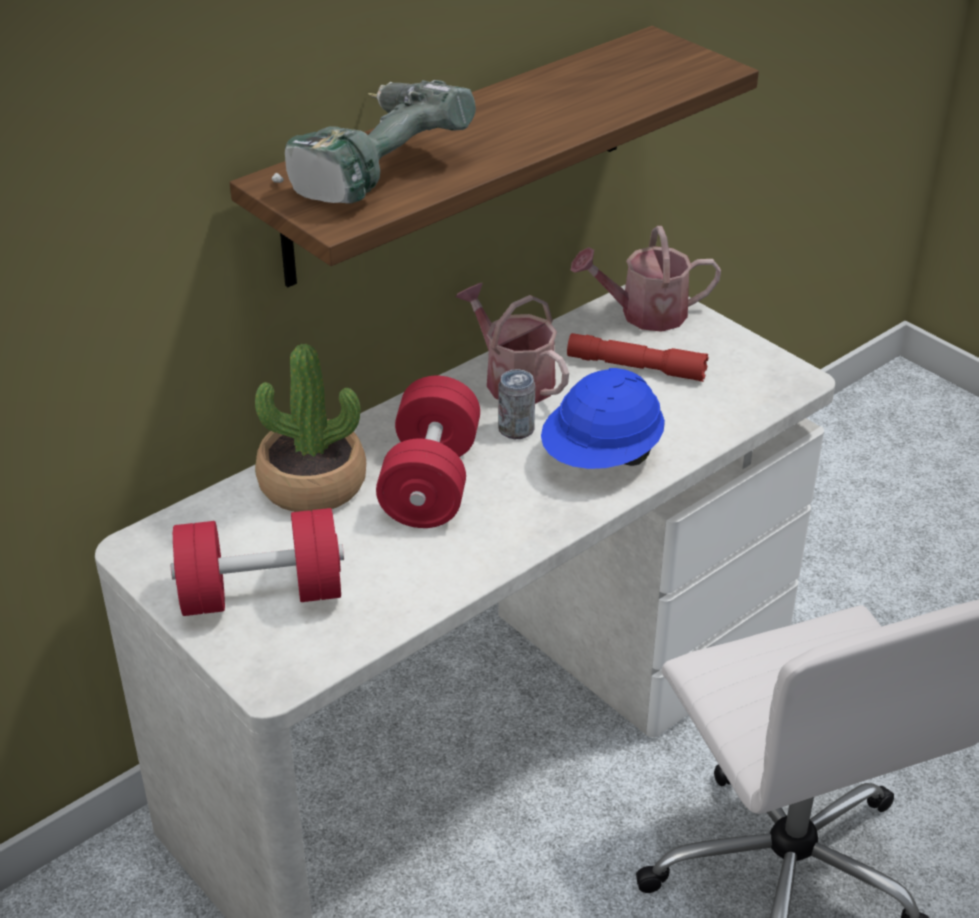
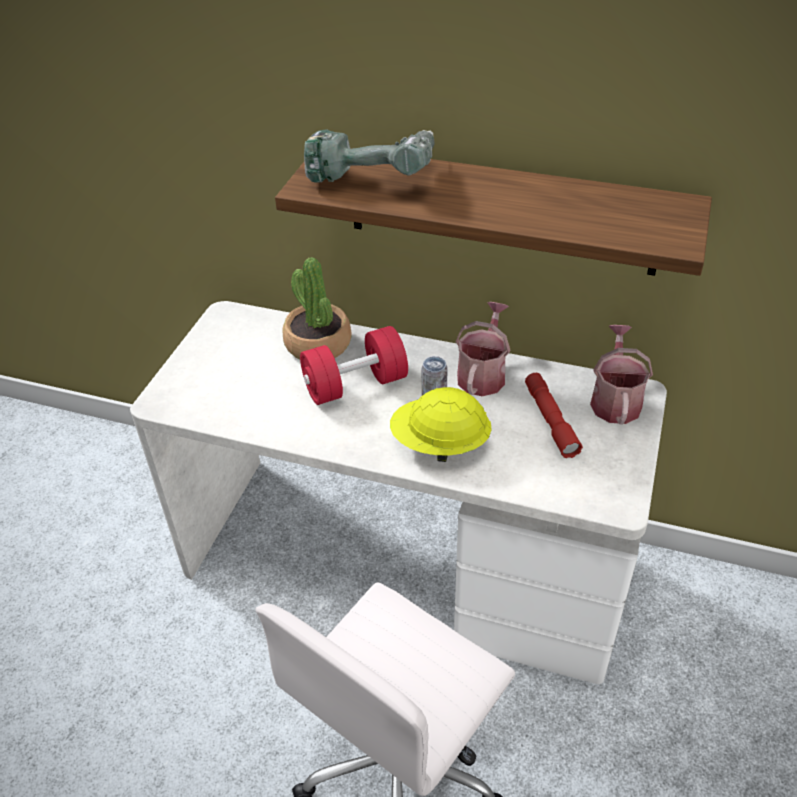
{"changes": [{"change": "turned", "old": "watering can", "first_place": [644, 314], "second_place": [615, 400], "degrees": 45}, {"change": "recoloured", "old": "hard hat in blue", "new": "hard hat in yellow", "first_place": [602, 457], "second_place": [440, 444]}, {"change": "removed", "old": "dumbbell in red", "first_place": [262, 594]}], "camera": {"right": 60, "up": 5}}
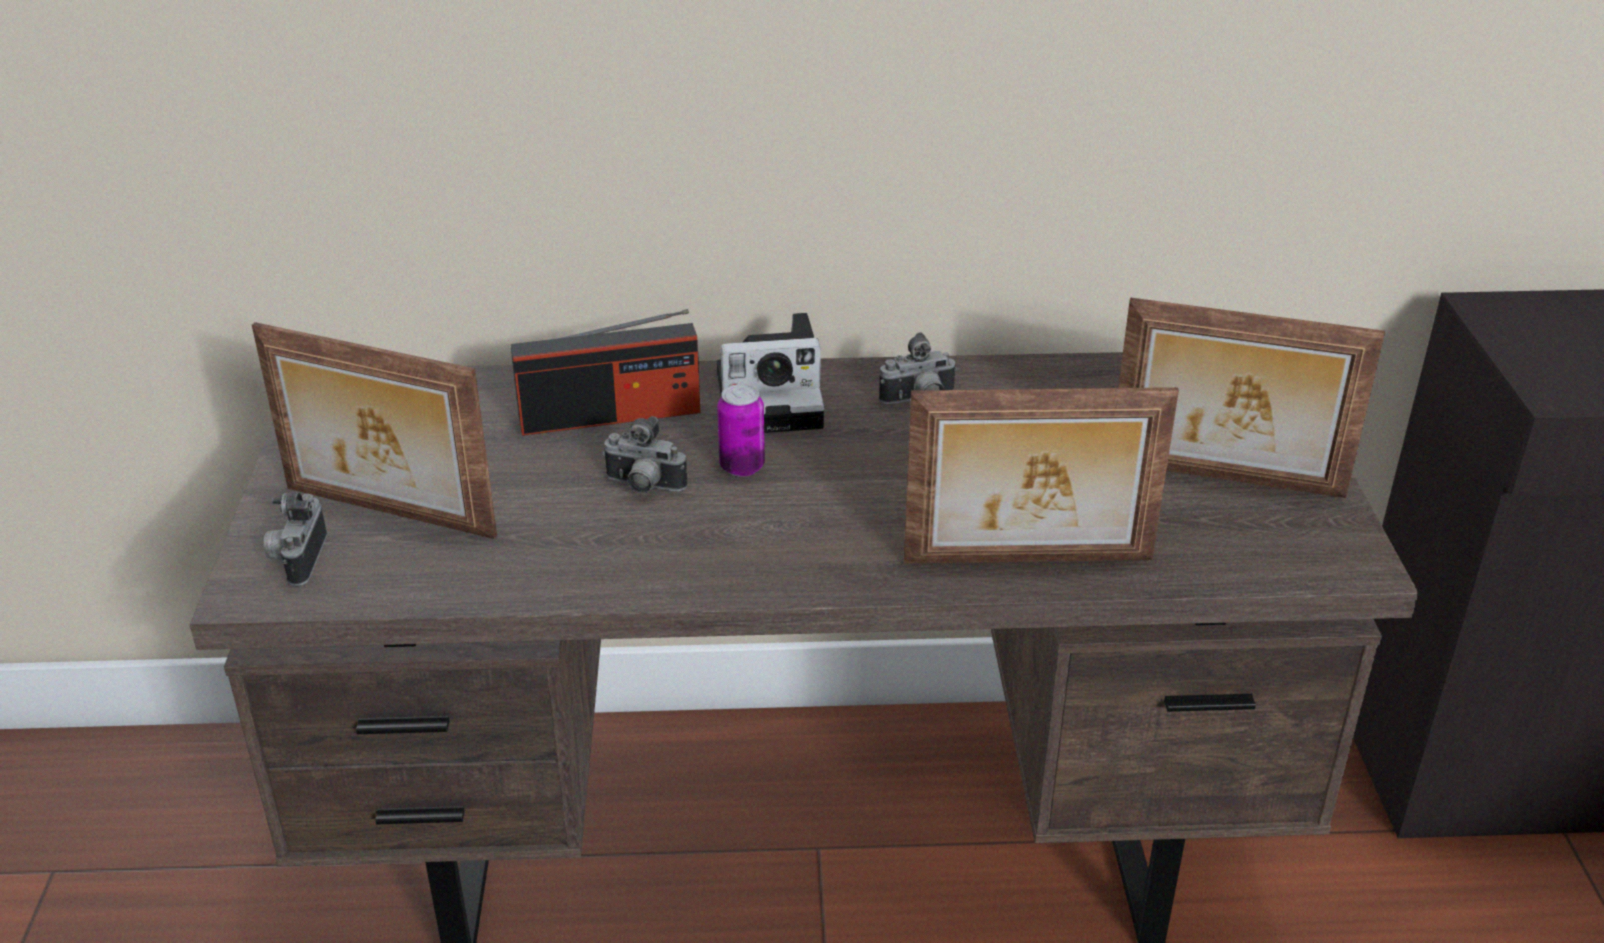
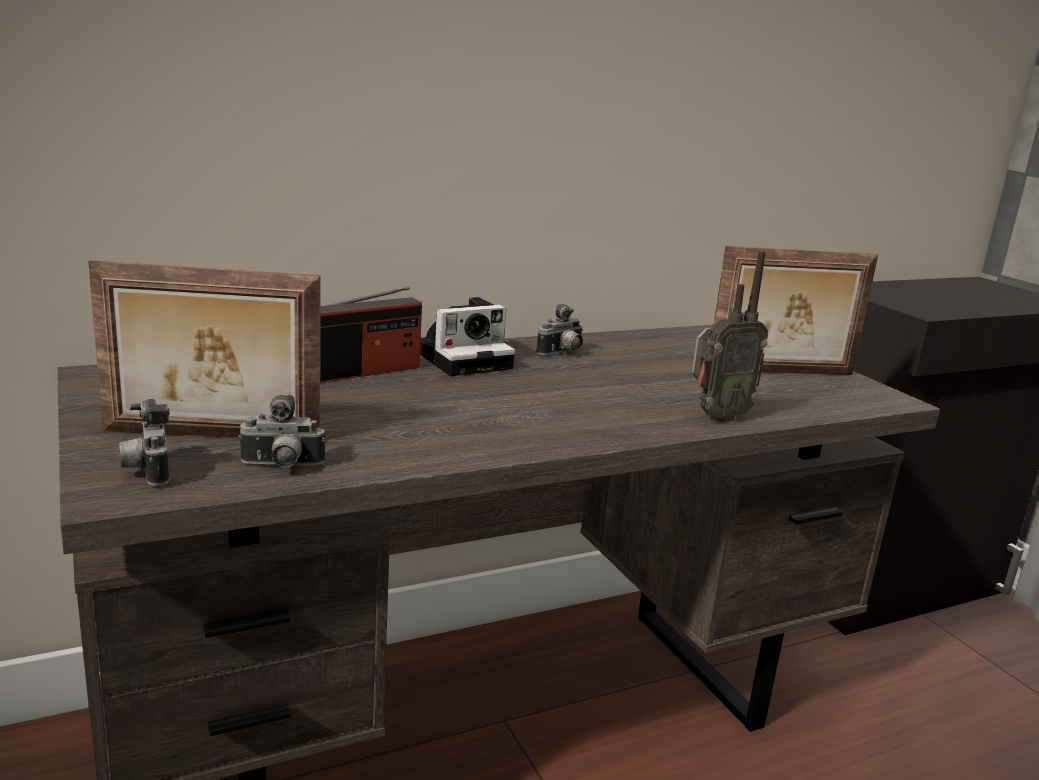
{"changes": [{"change": "removed", "old": "can", "first_place": [742, 467]}, {"change": "replaced", "old": "picture frame", "new": "radio", "first_place": [1028, 563], "second_place": [716, 417]}, {"change": "moved", "old": "photo camera", "first_place": [643, 487], "second_place": [281, 466]}], "camera": {"right": -25, "up": -15}}
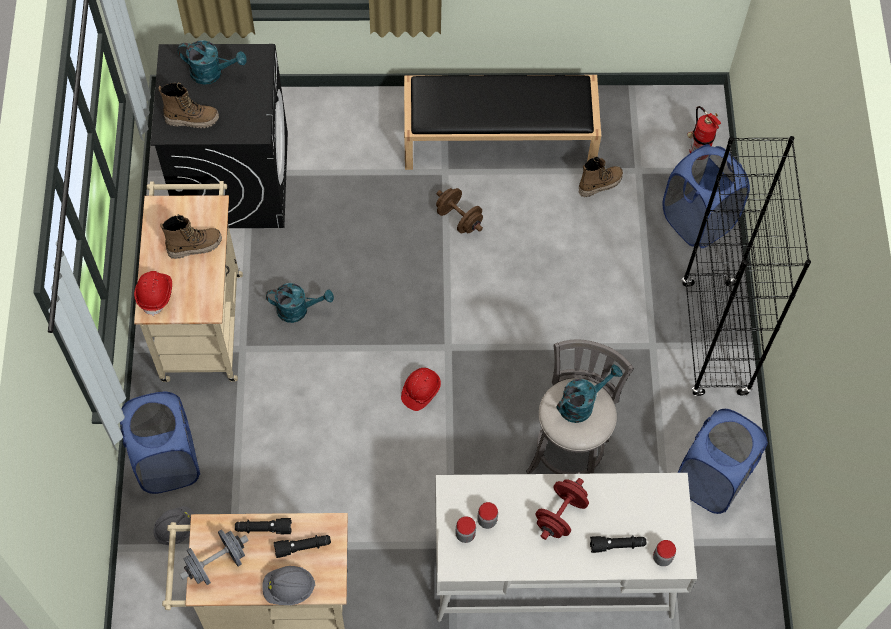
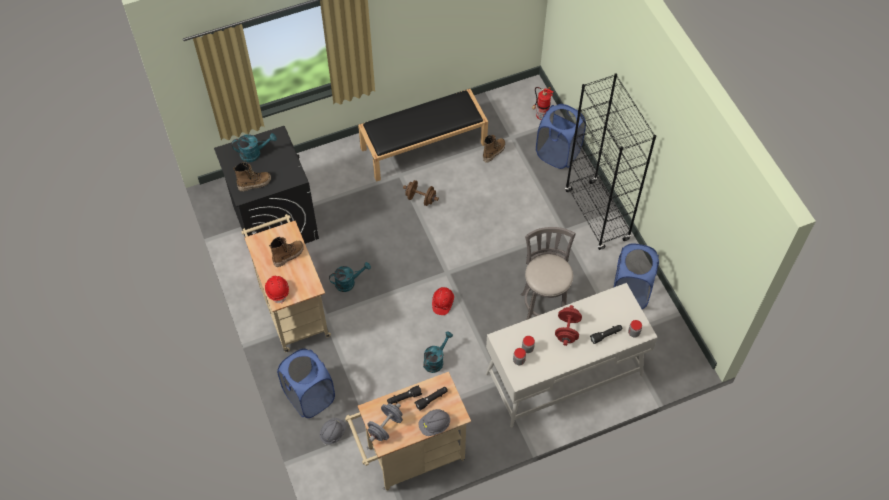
{"changes": [{"change": "moved", "old": "watering can in turquoise", "first_place": [582, 403], "second_place": [435, 360]}], "camera": {"right": -20, "up": -5}}
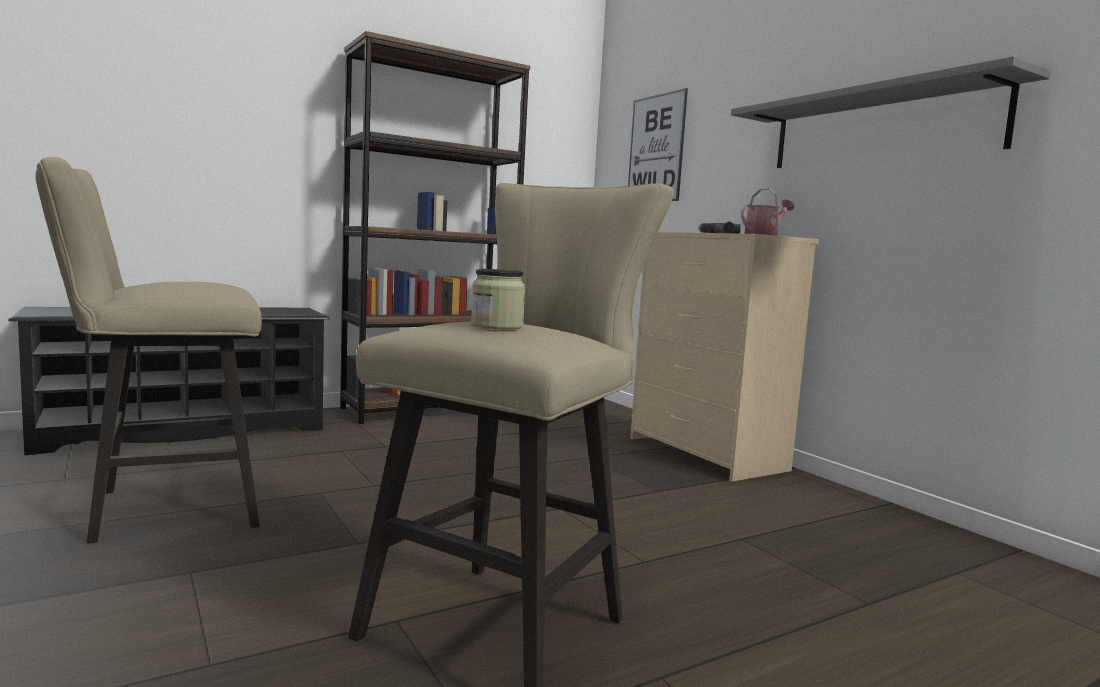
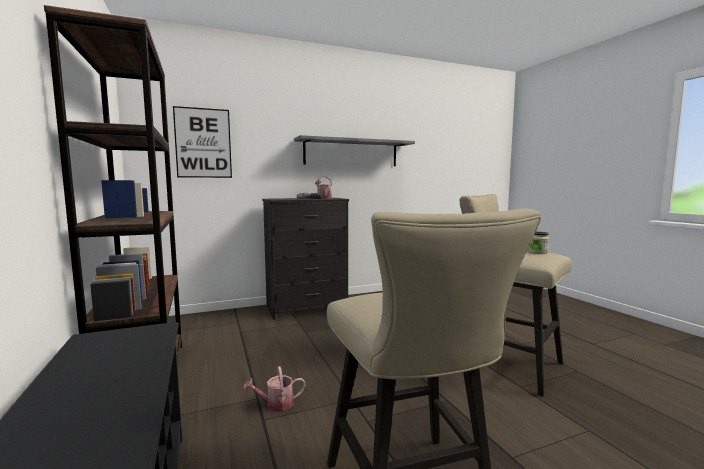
{"changes": [{"change": "recoloured", "old": "dresser in beige", "new": "dresser in black", "first_place": [706, 454], "second_place": [307, 308]}, {"change": "added", "new": "watering can", "second_place": [276, 404]}], "camera": {"right": -80, "up": 0}}
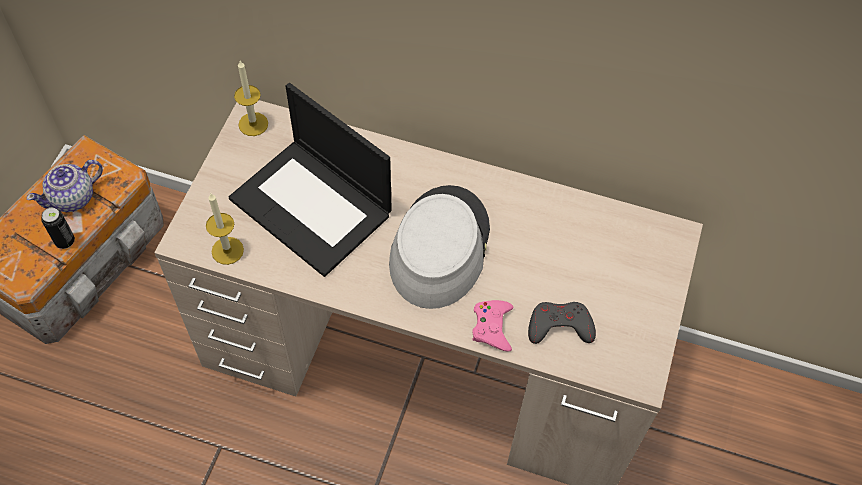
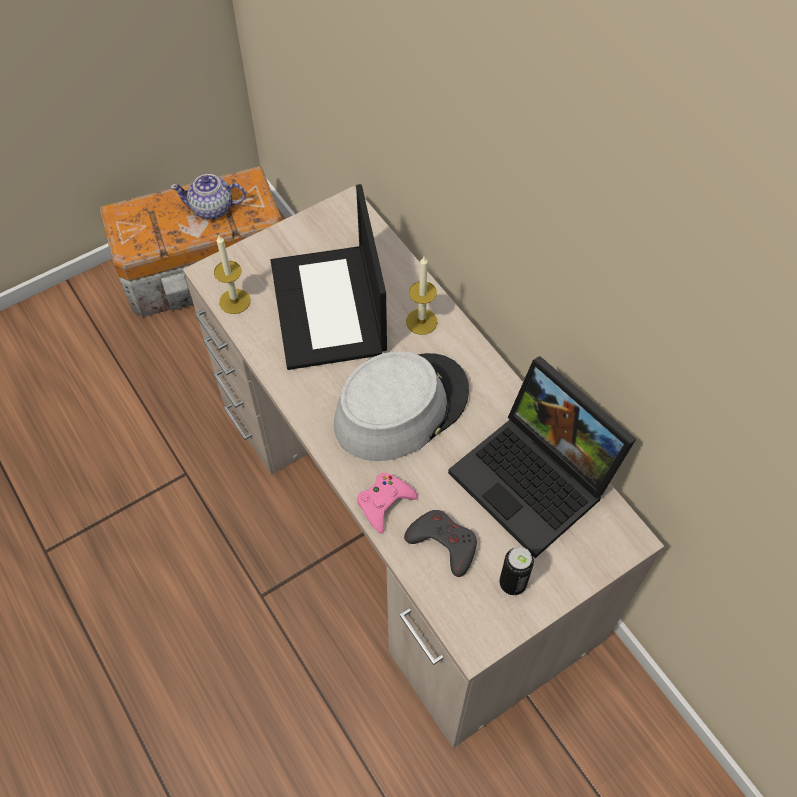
{"changes": [{"change": "moved", "old": "candle", "first_place": [253, 124], "second_place": [421, 321]}, {"change": "moved", "old": "can", "first_place": [65, 241], "second_place": [512, 583]}, {"change": "added", "new": "laptop", "second_place": [536, 480]}], "camera": {"right": 40, "up": 0}}
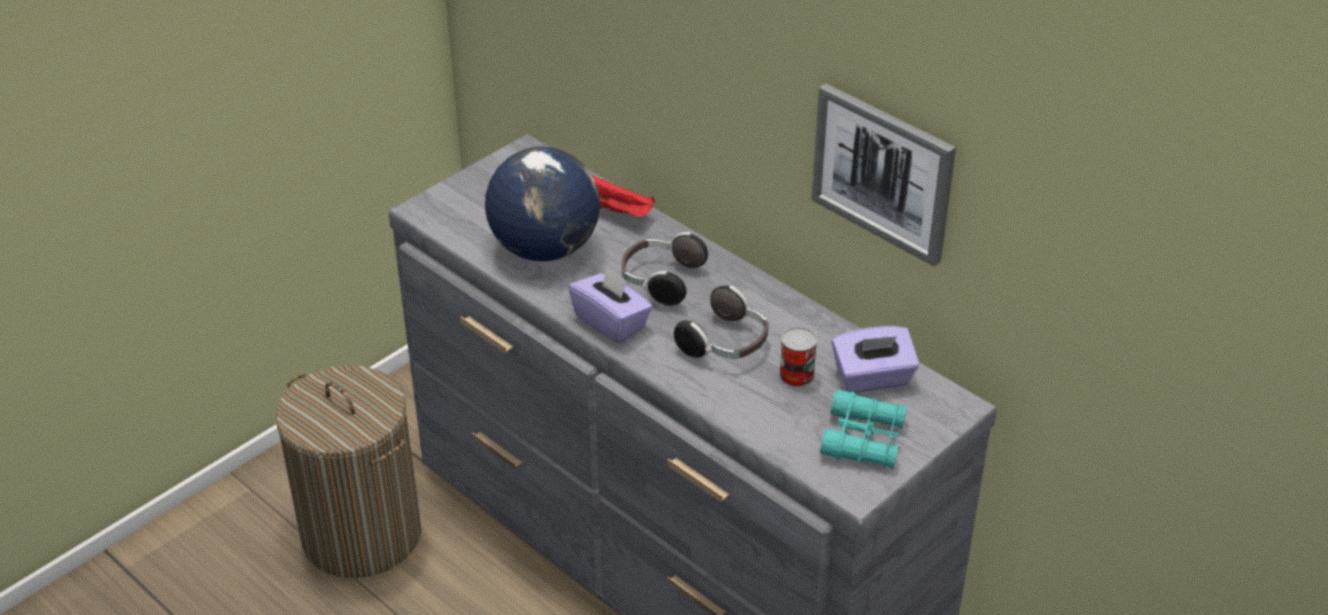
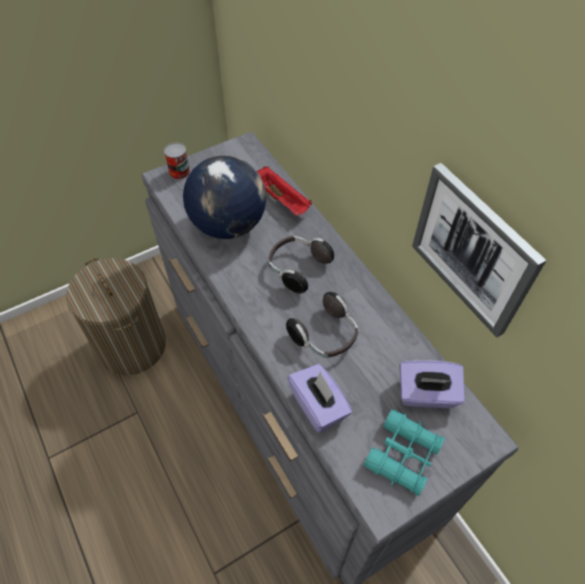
{"changes": [{"change": "moved", "old": "tissue box in purple", "first_place": [611, 322], "second_place": [318, 406]}, {"change": "moved", "old": "can", "first_place": [796, 375], "second_place": [179, 172]}], "camera": {"right": 15, "up": 15}}
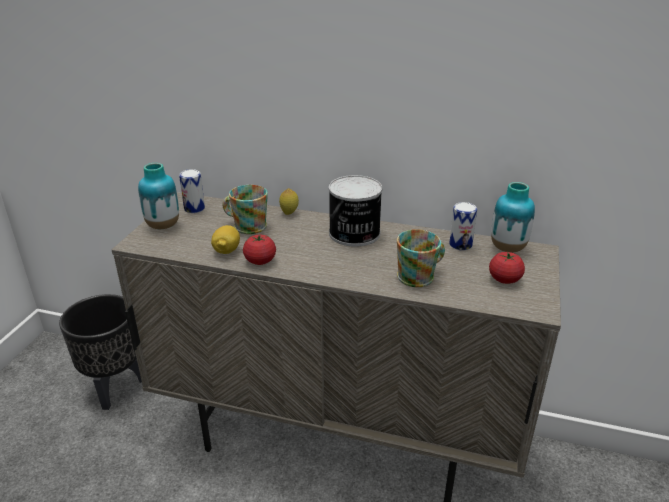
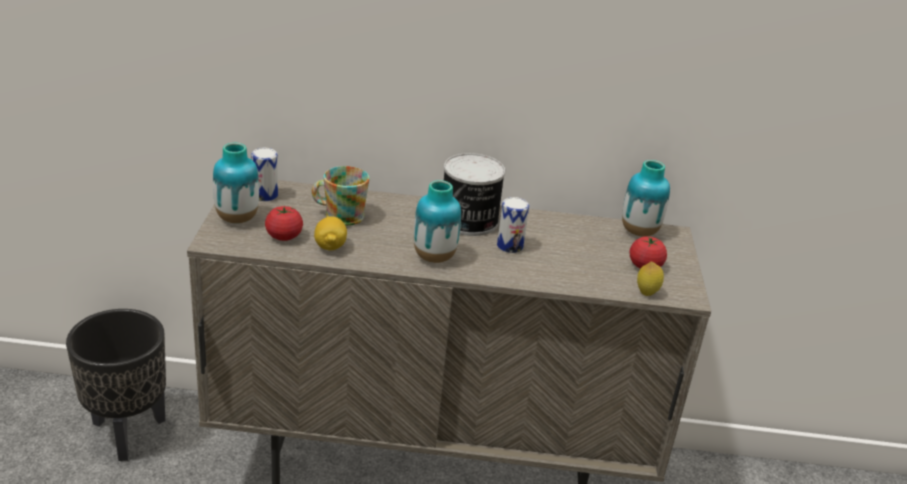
{"changes": [{"change": "moved", "old": "lemon", "first_place": [289, 213], "second_place": [646, 293]}, {"change": "moved", "old": "can", "first_place": [460, 244], "second_place": [510, 246]}, {"change": "removed", "old": "mug", "first_place": [420, 276]}, {"change": "moved", "old": "tomato", "first_place": [260, 261], "second_place": [284, 236]}, {"change": "added", "new": "vase", "second_place": [434, 257]}], "camera": {"right": -15, "up": 0}}
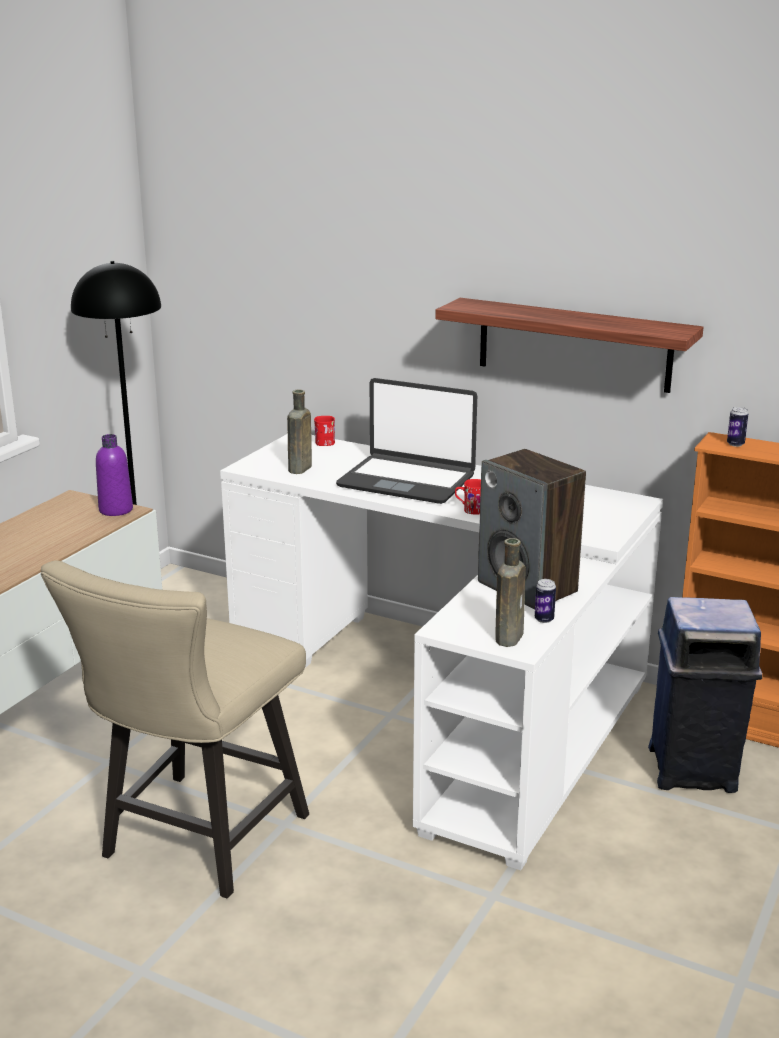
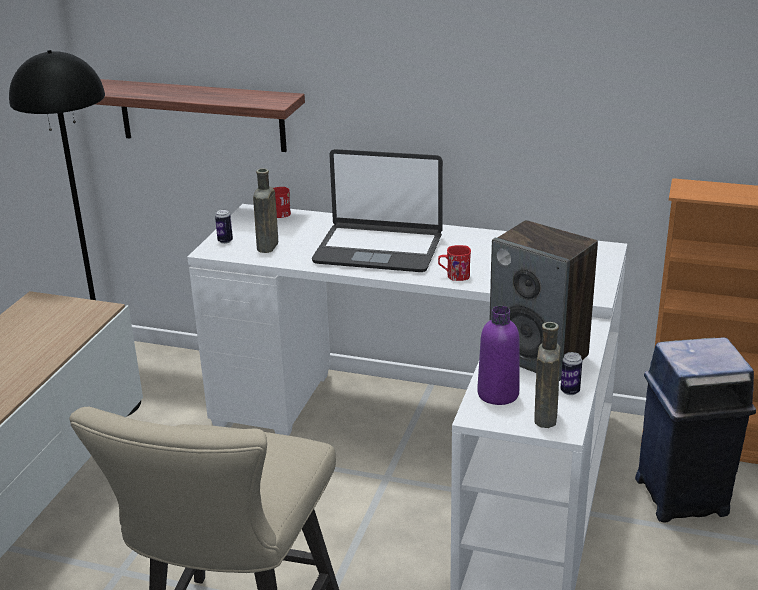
{"changes": [{"change": "moved", "old": "shelf", "first_place": [574, 345], "second_place": [201, 115]}, {"change": "moved", "old": "can", "first_place": [735, 444], "second_place": [225, 241]}, {"change": "moved", "old": "bottle in purple", "first_place": [116, 510], "second_place": [498, 394]}], "camera": {"right": -10, "up": 5}}
